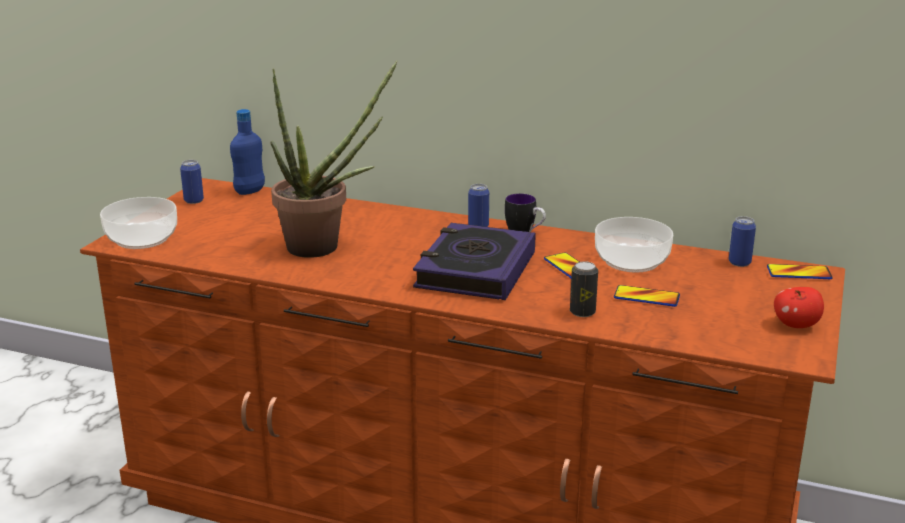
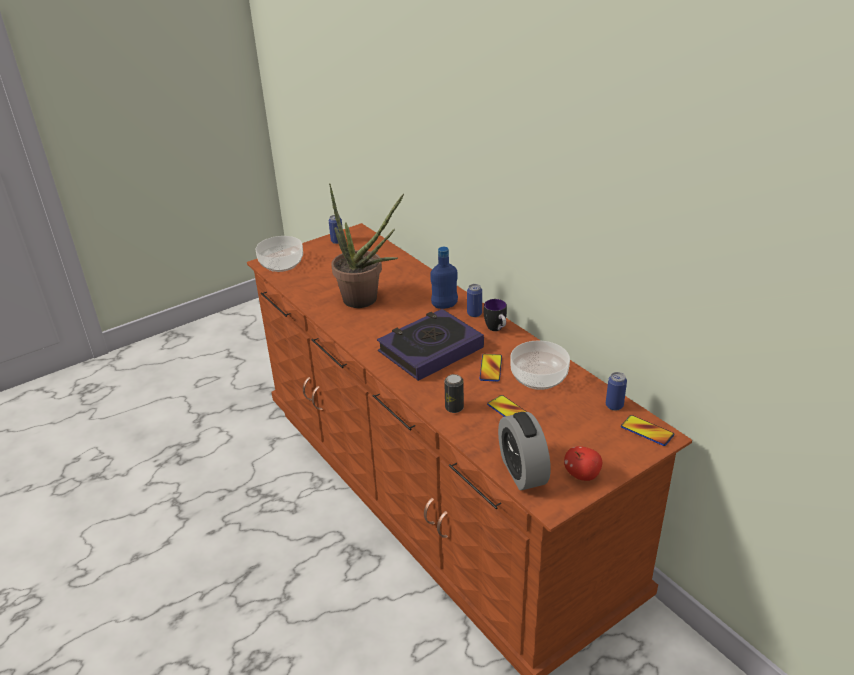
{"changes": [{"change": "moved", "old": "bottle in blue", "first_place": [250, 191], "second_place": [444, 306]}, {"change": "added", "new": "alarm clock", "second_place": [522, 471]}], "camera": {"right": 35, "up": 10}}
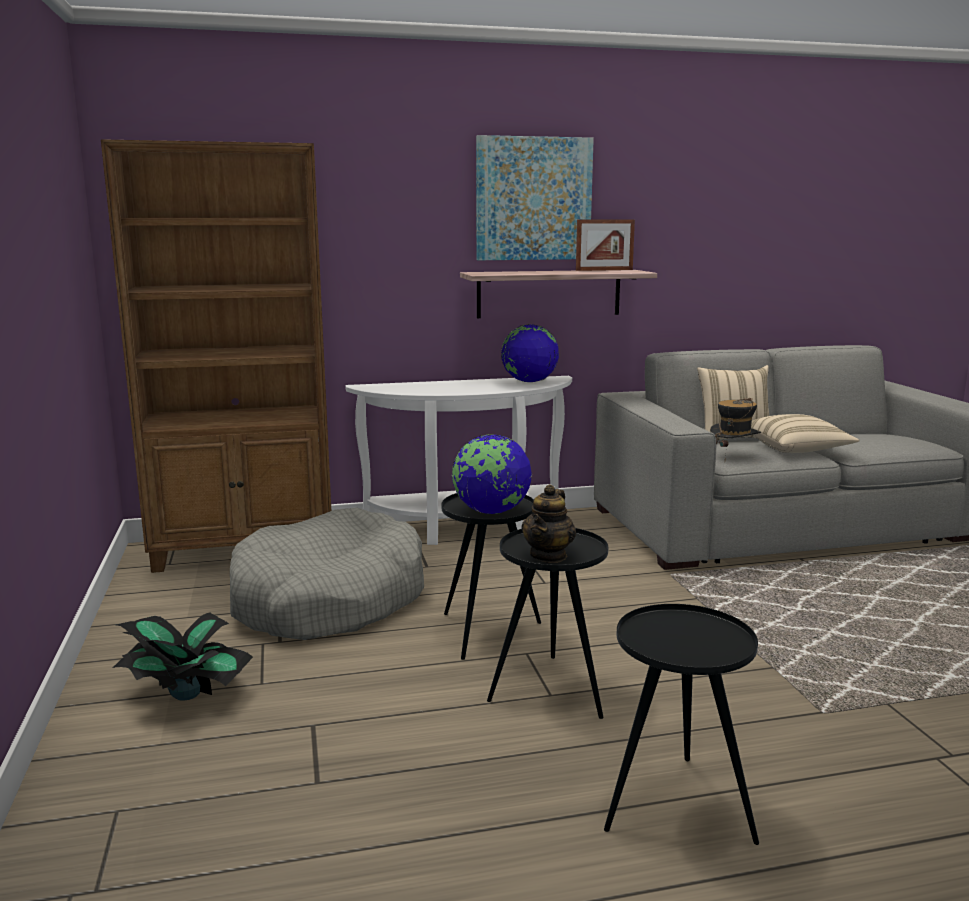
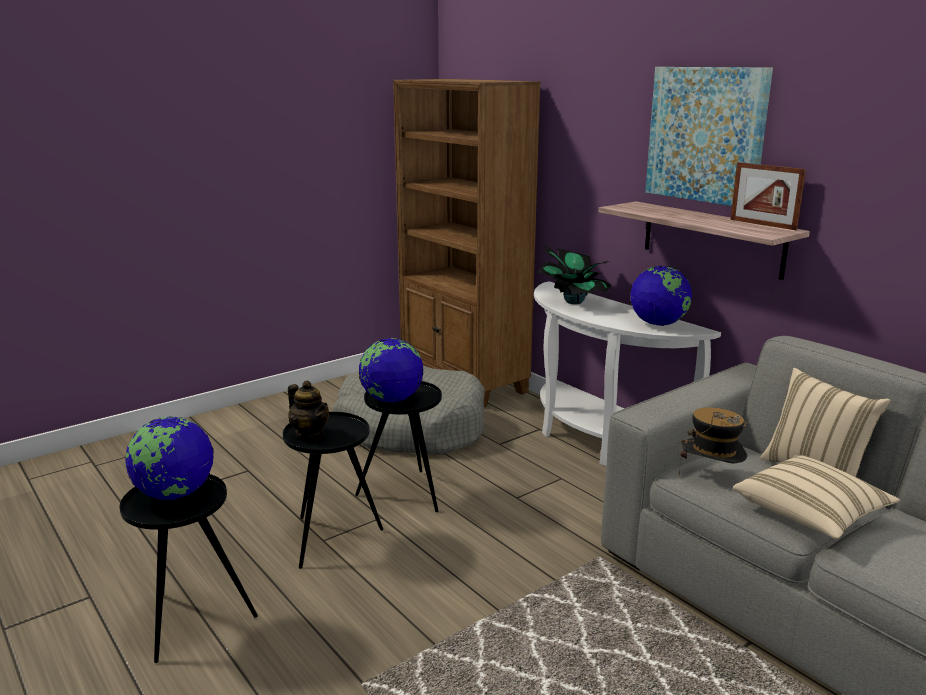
{"changes": [{"change": "turned", "old": "teapot", "first_place": [548, 556], "second_place": [310, 434], "degrees": -135}, {"change": "moved", "old": "potted plant", "first_place": [185, 693], "second_place": [574, 301]}, {"change": "added", "new": "globe", "second_place": [174, 494]}], "camera": {"right": 65, "up": 5}}
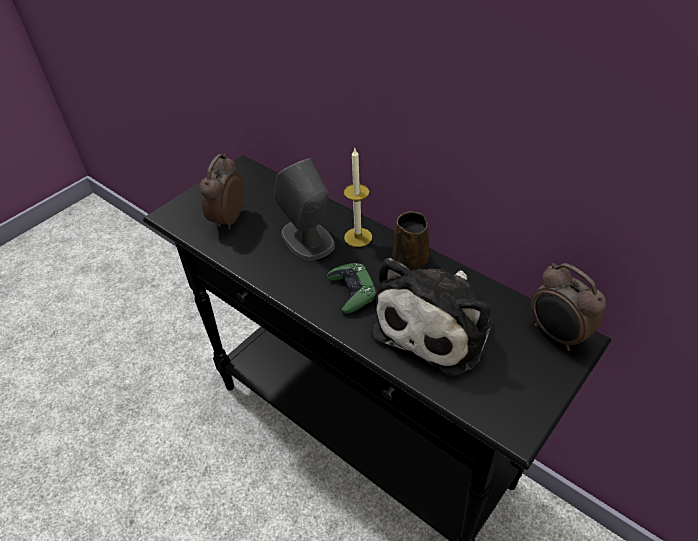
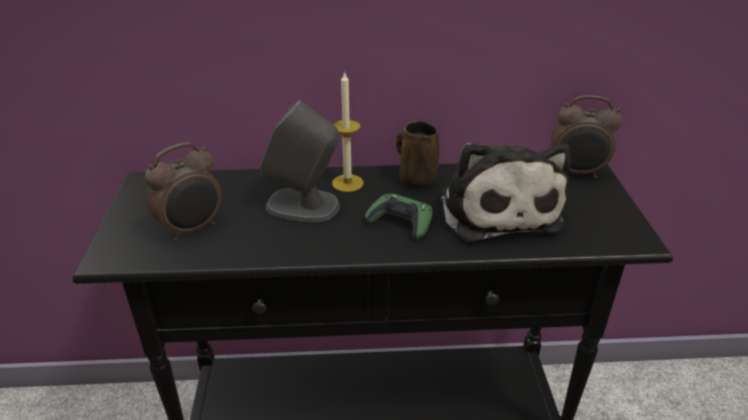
{"changes": [{"change": "turned", "old": "alarm clock", "first_place": [227, 220], "second_place": [192, 229], "degrees": -105}], "camera": {"right": -45, "up": -10}}
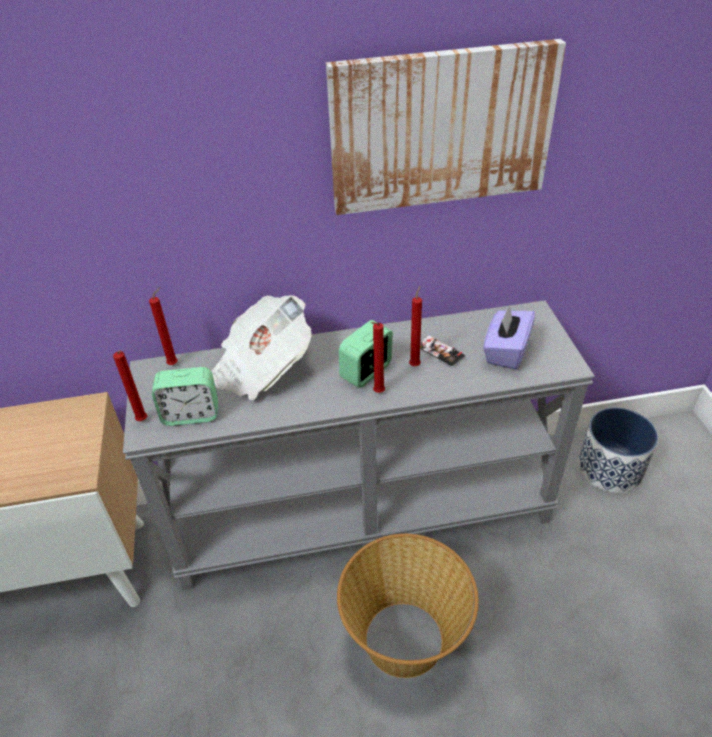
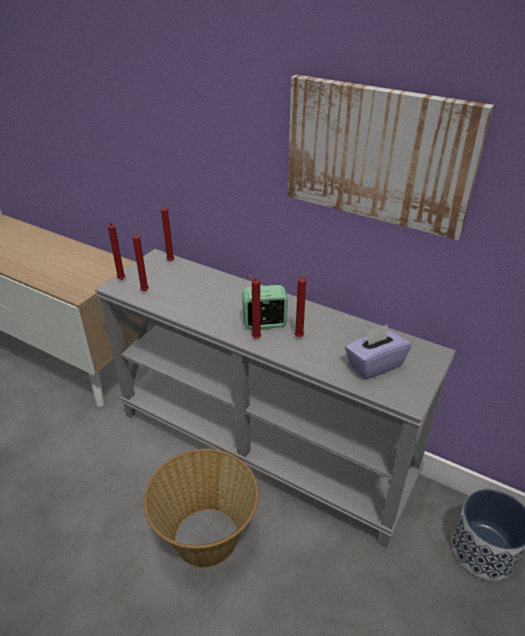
{"changes": [{"change": "removed", "old": "newspaper", "first_place": [261, 368]}, {"change": "removed", "old": "phone", "first_place": [440, 352]}, {"change": "replaced", "old": "alarm clock", "new": "candle in red", "first_place": [191, 414], "second_place": [146, 290]}], "camera": {"right": 40, "up": -5}}
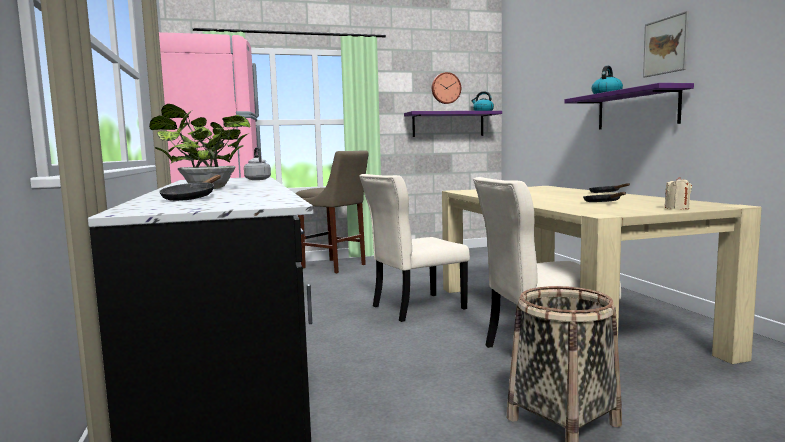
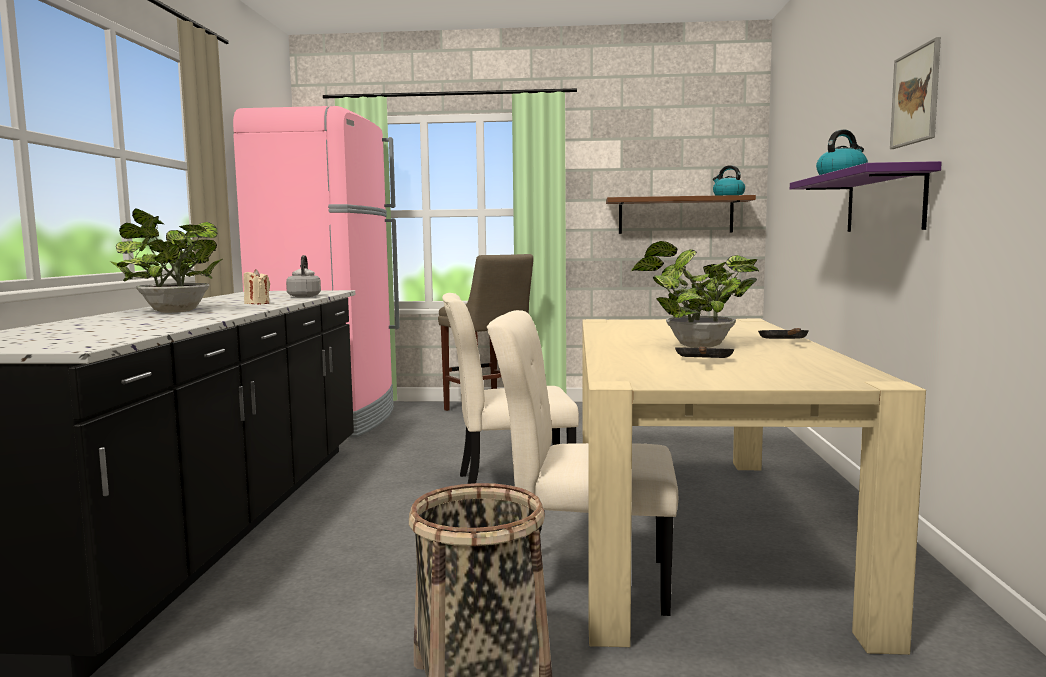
{"changes": [{"change": "removed", "old": "wall clock", "first_place": [445, 88]}, {"change": "recoloured", "old": "shelf in purple", "new": "shelf in brown", "first_place": [448, 124], "second_place": [675, 215]}, {"change": "removed", "old": "frying pan in black", "first_place": [191, 198]}, {"change": "moved", "old": "candle in beige", "first_place": [677, 208], "second_place": [257, 303]}, {"change": "added", "new": "potted plant", "second_place": [694, 346]}], "camera": {"right": 20, "up": 0}}
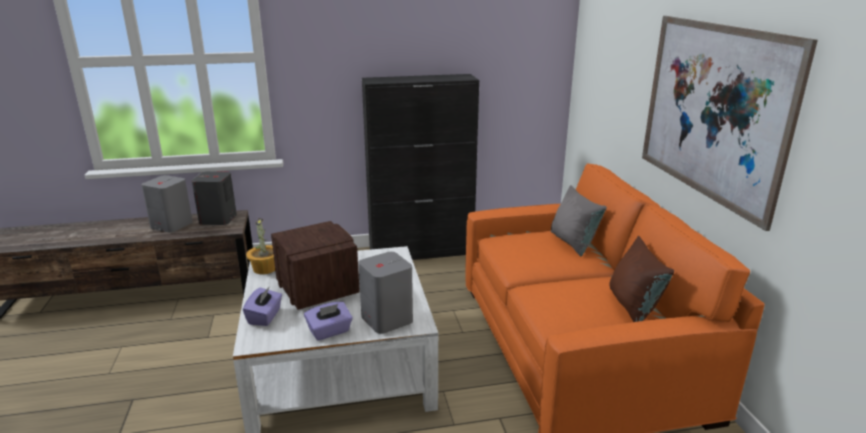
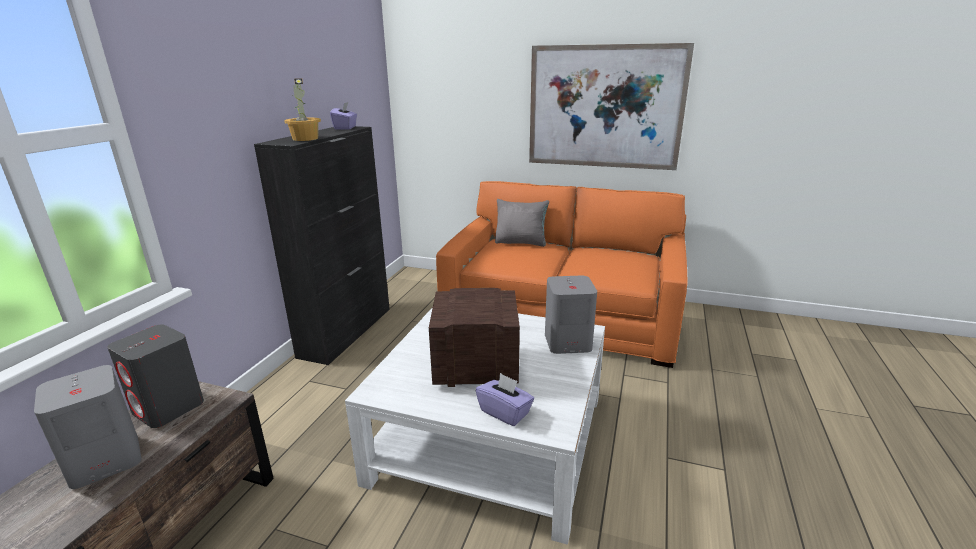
{"changes": [{"change": "moved", "old": "potted plant", "first_place": [265, 268], "second_place": [305, 139]}, {"change": "removed", "old": "pillow in brown", "first_place": [633, 306]}, {"change": "moved", "old": "tissue box in purple", "first_place": [329, 331], "second_place": [345, 128]}], "camera": {"right": -60, "up": 0}}
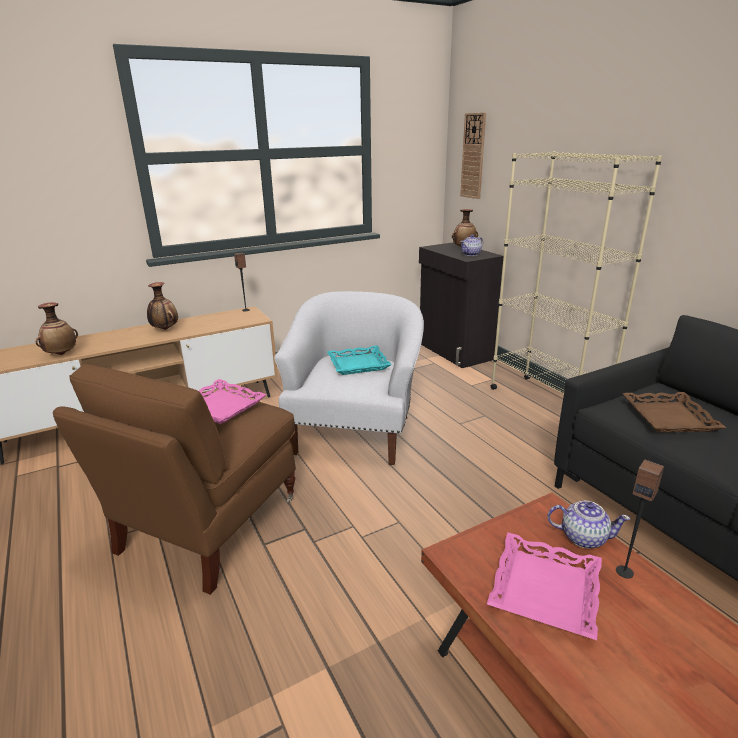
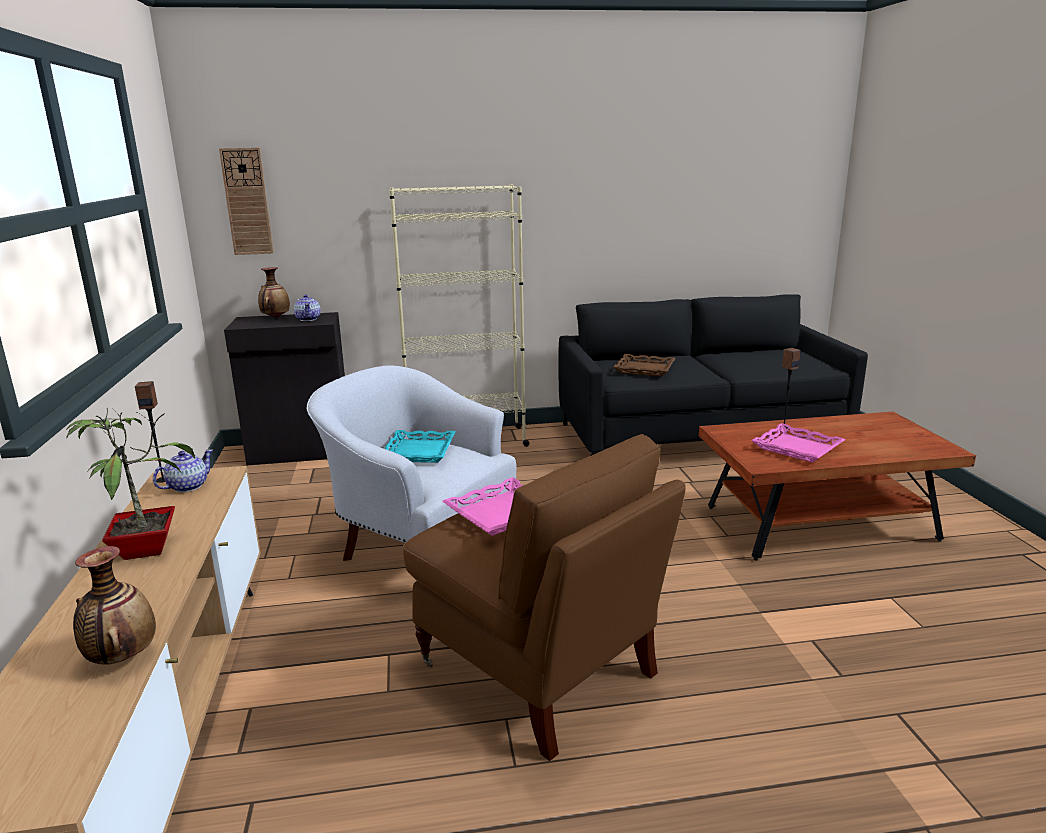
{"changes": [{"change": "replaced", "old": "vase", "new": "potted plant", "first_place": [164, 329], "second_place": [146, 548]}, {"change": "moved", "old": "teapot", "first_place": [583, 537], "second_place": [187, 486]}], "camera": {"right": -70, "up": -5}}
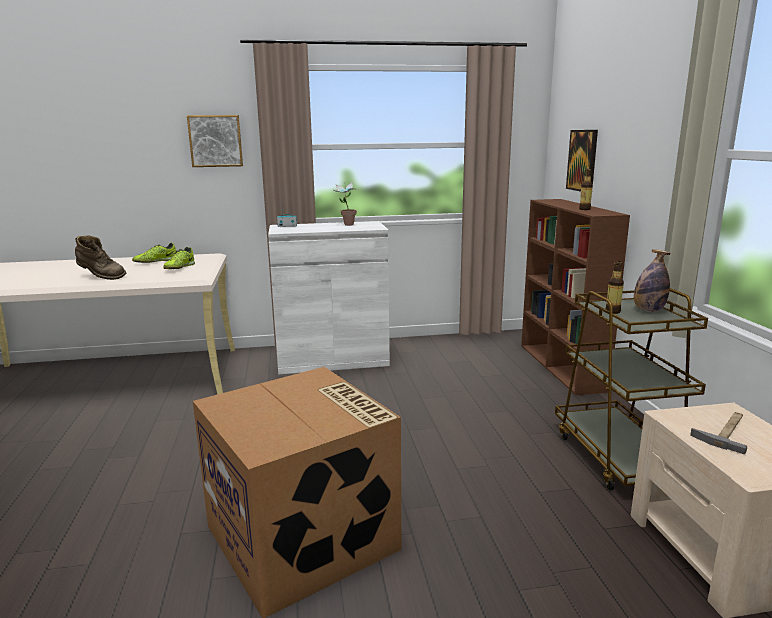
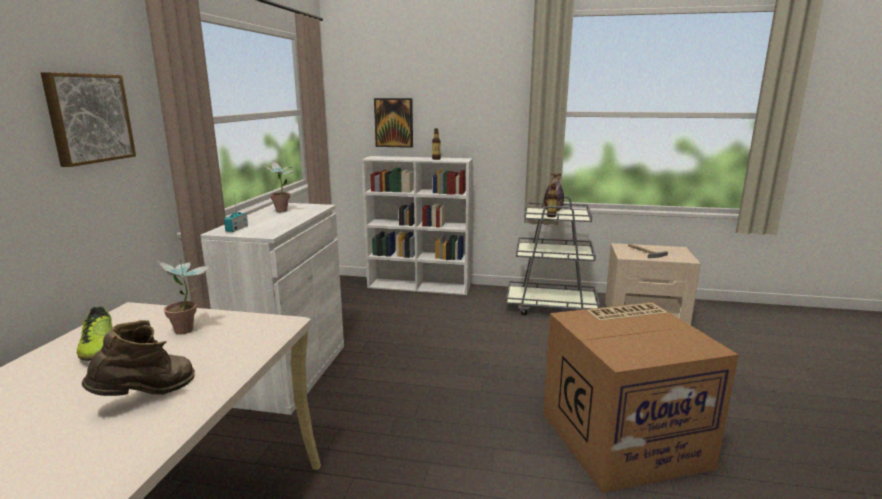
{"changes": [{"change": "recoloured", "old": "bookcase in brown", "new": "bookcase in white", "first_place": [562, 367], "second_place": [420, 286]}, {"change": "replaced", "old": "shoe", "new": "potted plant", "first_place": [179, 268], "second_place": [190, 330]}, {"change": "recoloured", "old": "cart in brown", "new": "cart in grey", "first_place": [618, 456], "second_place": [551, 307]}], "camera": {"right": -70, "up": 0}}
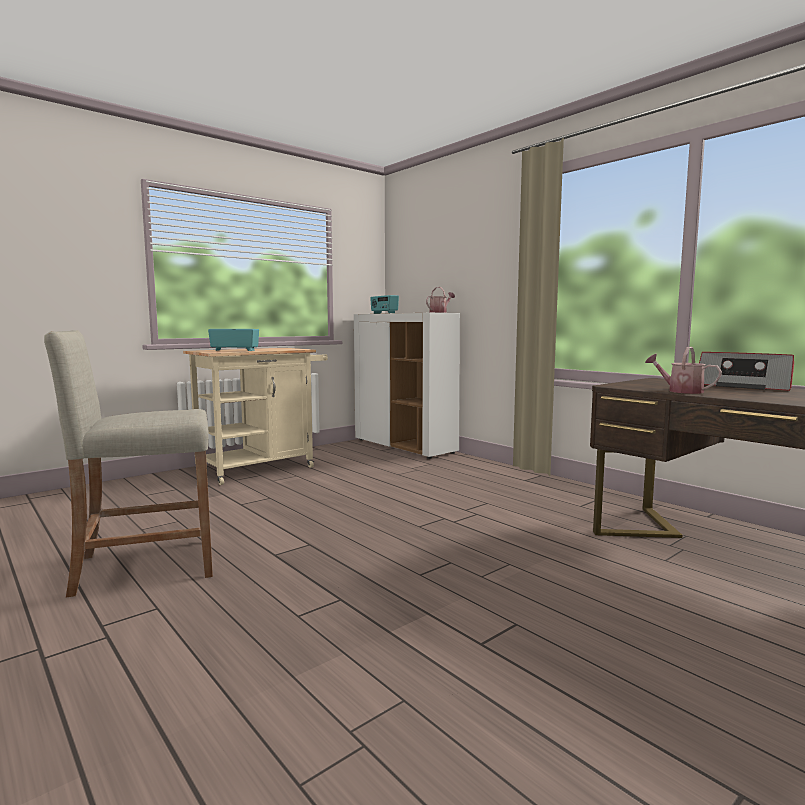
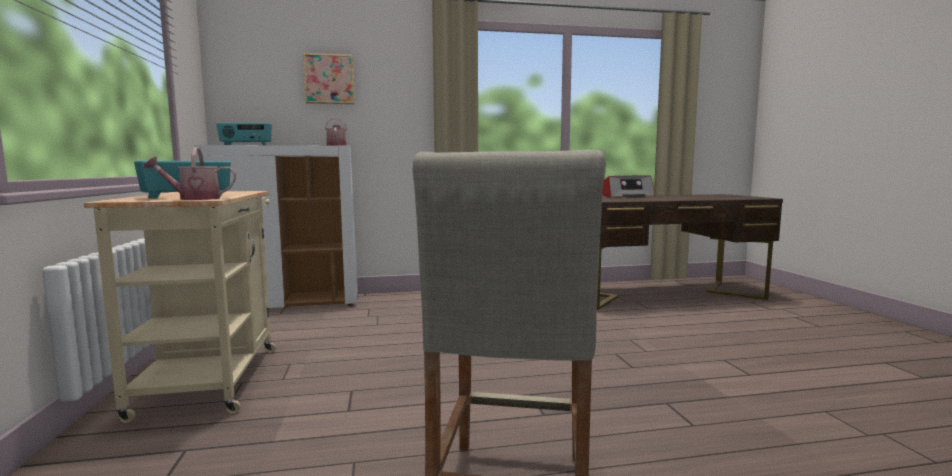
{"changes": [{"change": "moved", "old": "watering can", "first_place": [680, 391], "second_place": [194, 199]}, {"change": "added", "new": "picture", "second_place": [329, 79]}], "camera": {"right": -60, "up": 0}}
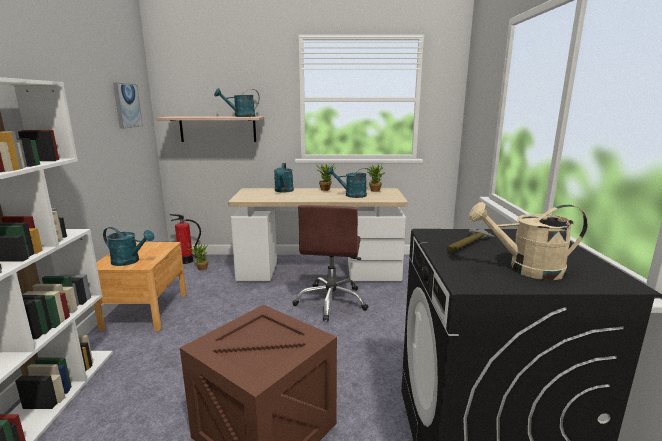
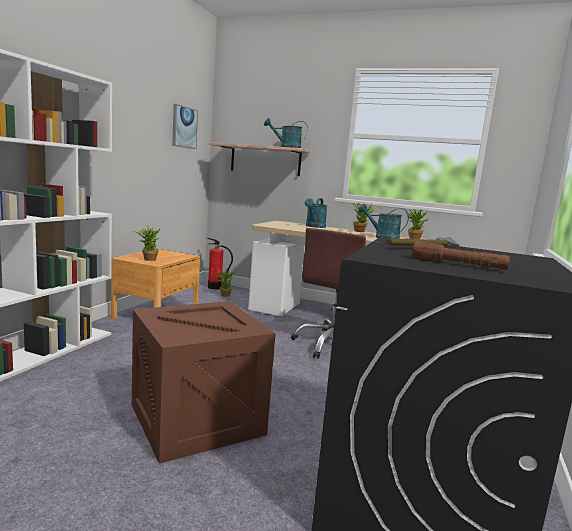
{"changes": [{"change": "replaced", "old": "watering can in beige", "new": "flashlight in brown", "first_place": [526, 269], "second_place": [458, 264]}, {"change": "replaced", "old": "watering can in turquoise", "new": "potted plant", "first_place": [130, 261], "second_place": [147, 259]}], "camera": {"right": 20, "up": -5}}
